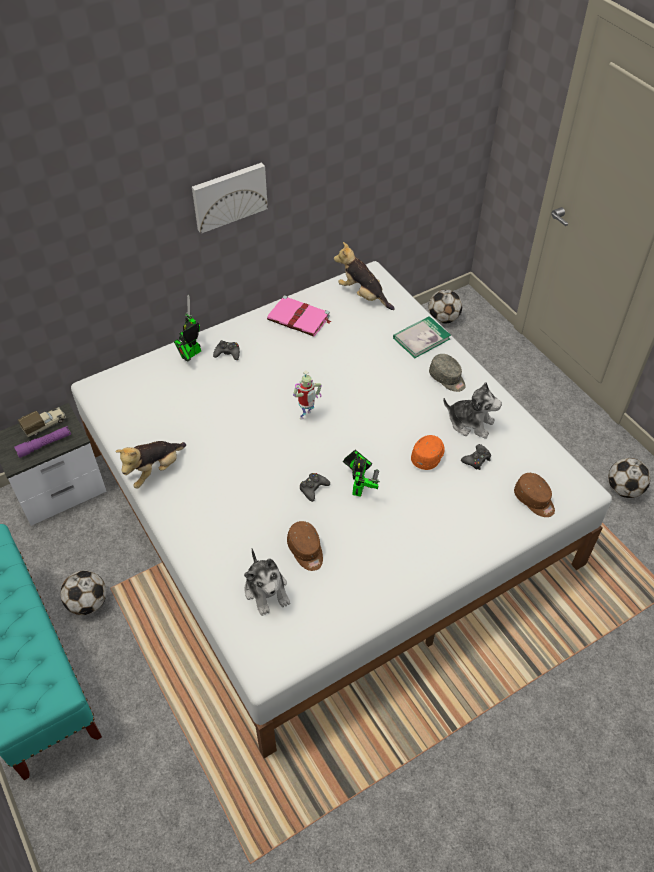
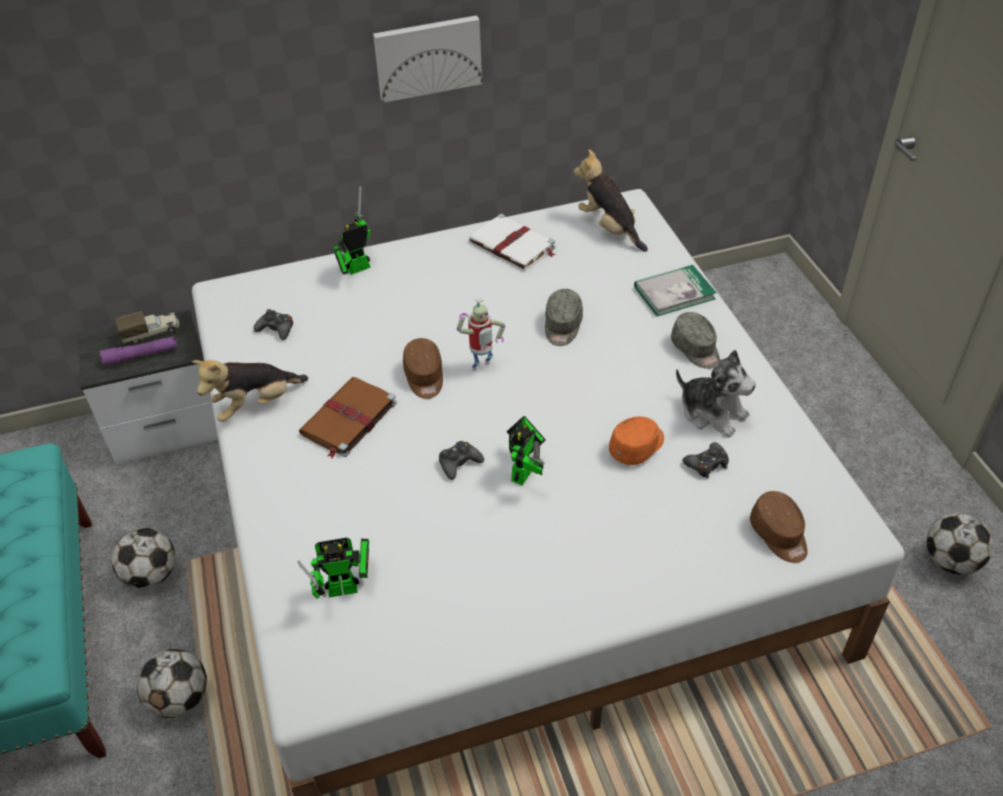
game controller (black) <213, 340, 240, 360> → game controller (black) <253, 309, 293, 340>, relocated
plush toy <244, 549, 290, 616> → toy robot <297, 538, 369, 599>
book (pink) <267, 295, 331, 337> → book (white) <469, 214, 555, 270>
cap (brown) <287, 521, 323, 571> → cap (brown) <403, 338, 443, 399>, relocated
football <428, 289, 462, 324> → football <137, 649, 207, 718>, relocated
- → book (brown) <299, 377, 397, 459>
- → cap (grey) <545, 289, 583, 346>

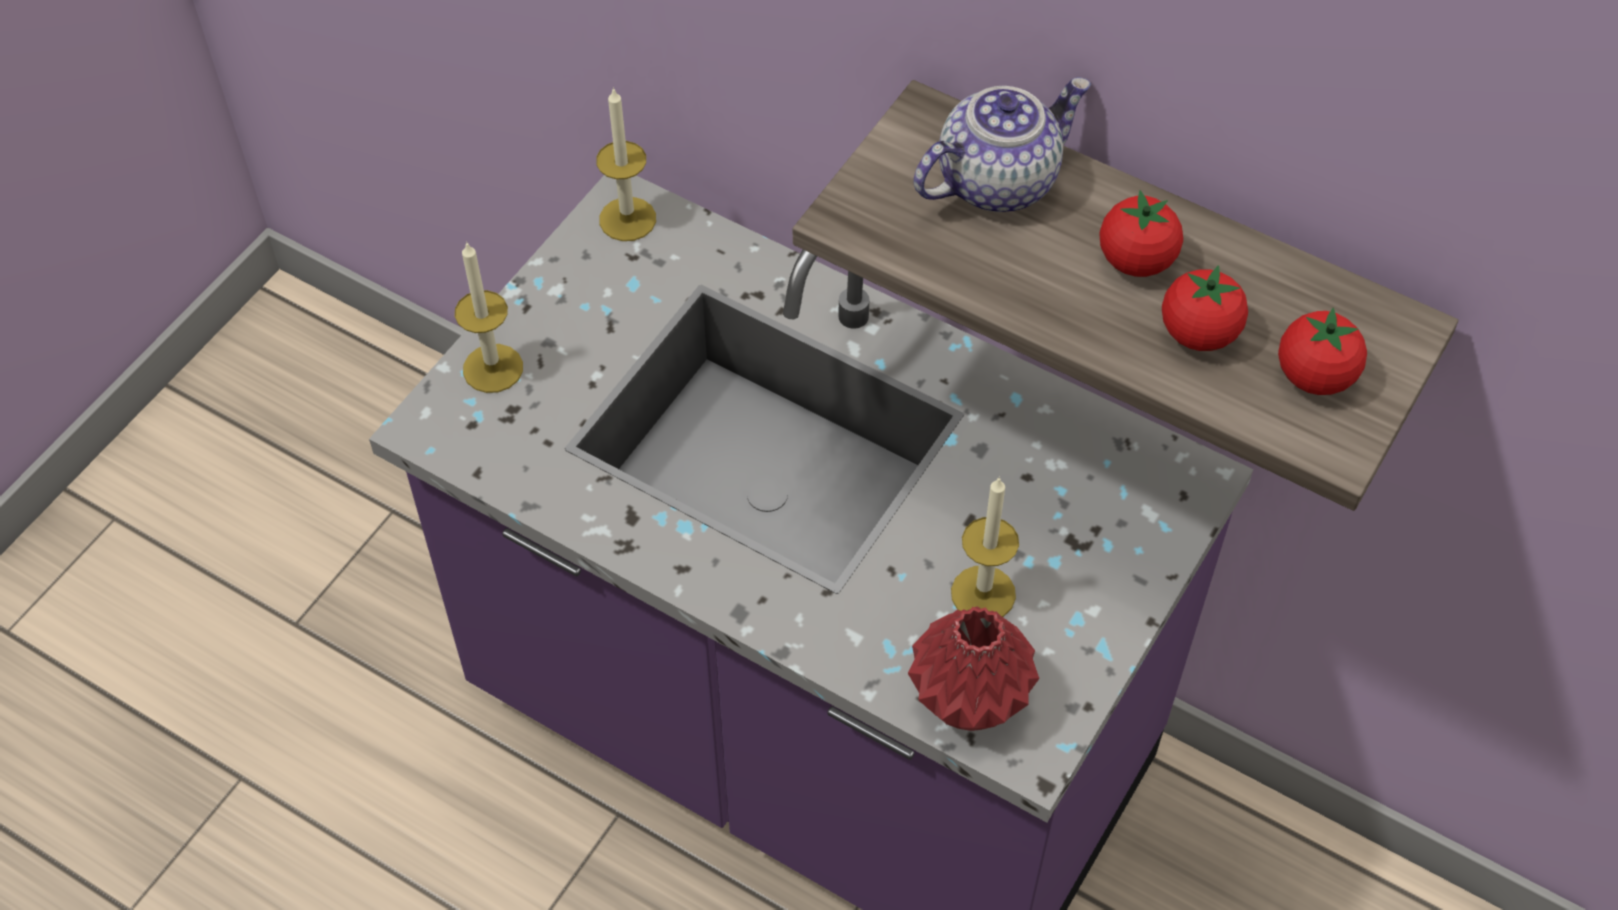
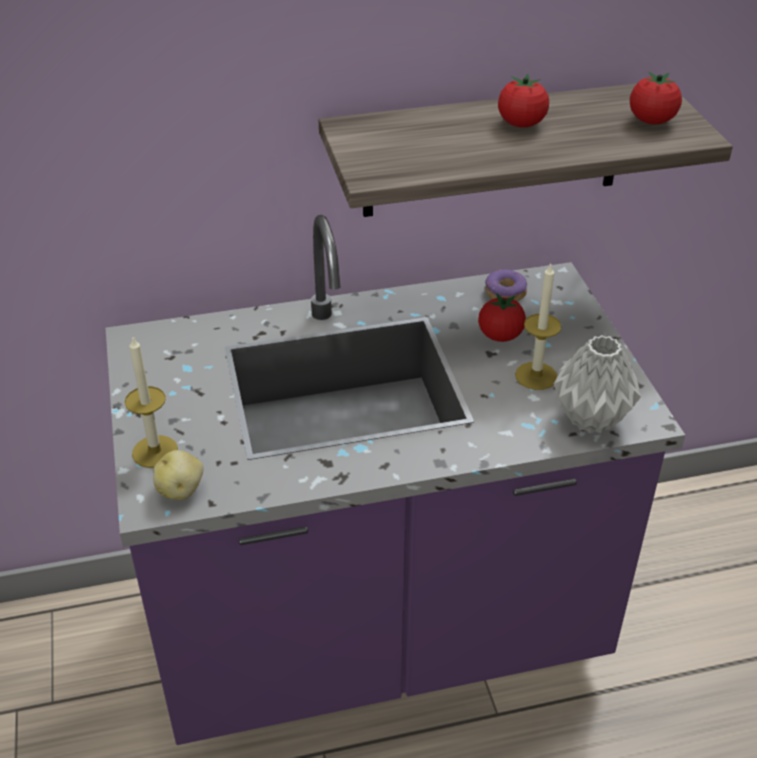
candle <596, 87, 656, 241> → -
vase (red) <908, 606, 1039, 731> → vase (grey) <554, 335, 641, 433>
teapot <913, 77, 1091, 212> → -
tomato <1162, 265, 1248, 351> → tomato <478, 294, 526, 342>, relocated
- → potato <153, 450, 204, 500>
- → donut <485, 269, 528, 301>

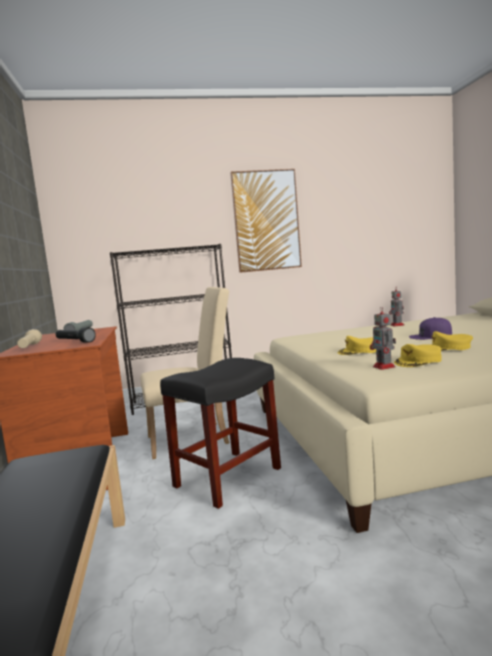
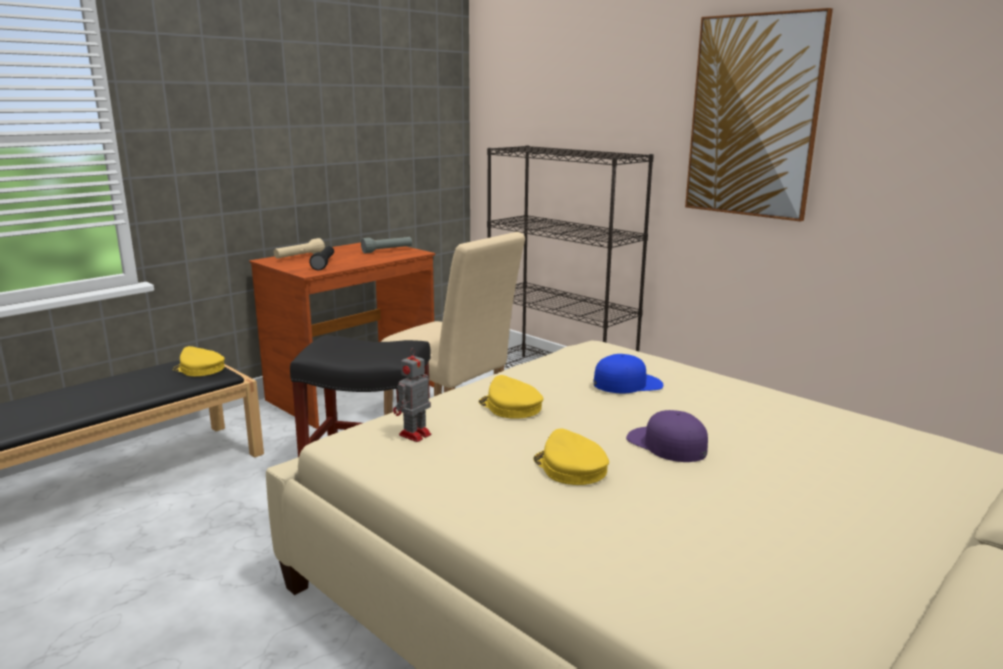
toy robot <389, 287, 404, 327> → -
cap (yellow) <394, 344, 442, 367> → cap (yellow) <173, 346, 225, 376>, relocated
- → cap (blue) <593, 354, 663, 394>

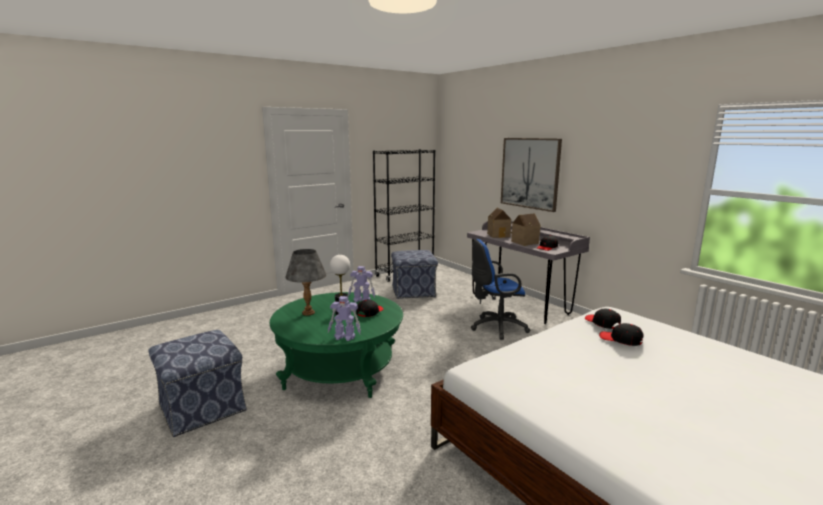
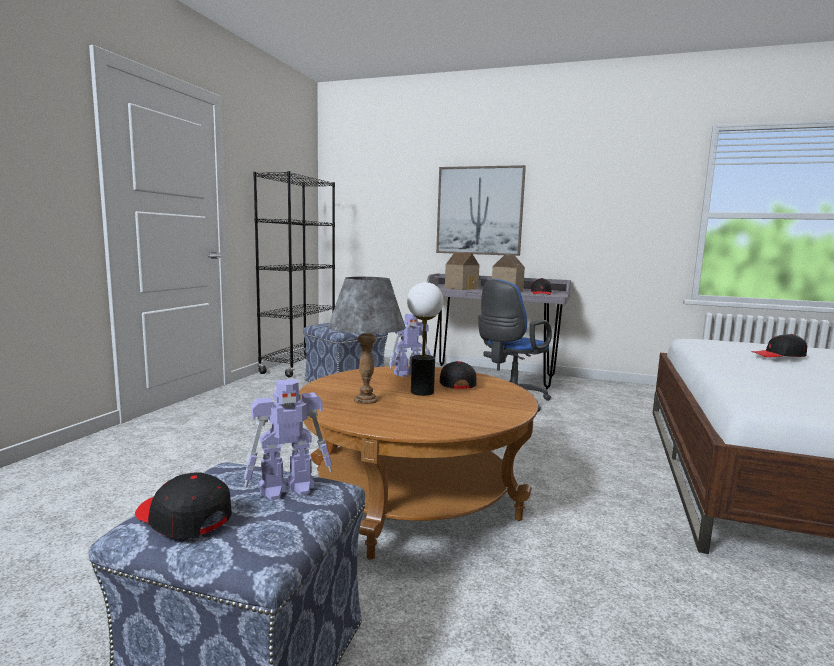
coffee table (green) <269, 292, 403, 398> → coffee table (brown) <299, 366, 538, 560>
toy robot <328, 296, 361, 341> → toy robot <244, 379, 332, 500>, relocated
cap (black) <585, 309, 621, 329> → cap (black) <135, 473, 232, 538>, relocated

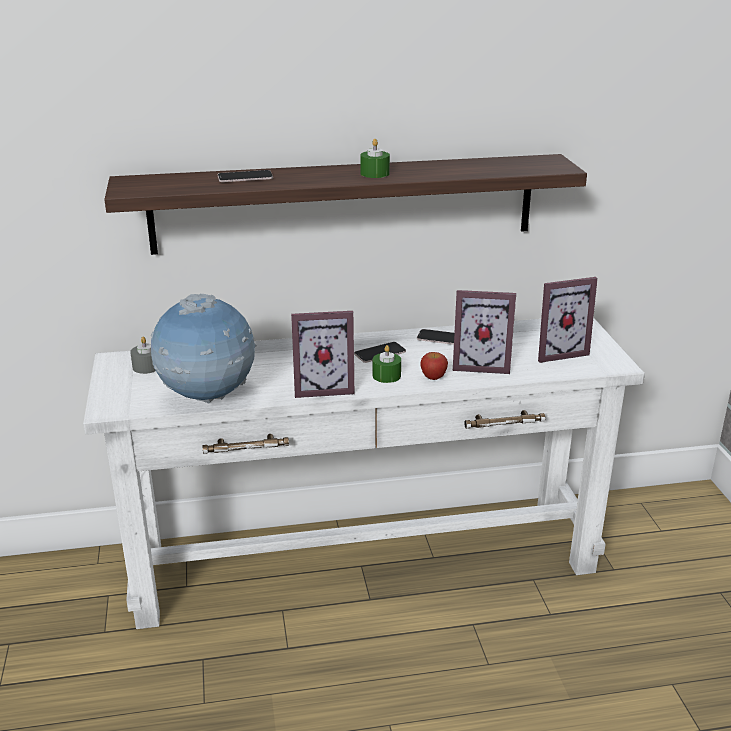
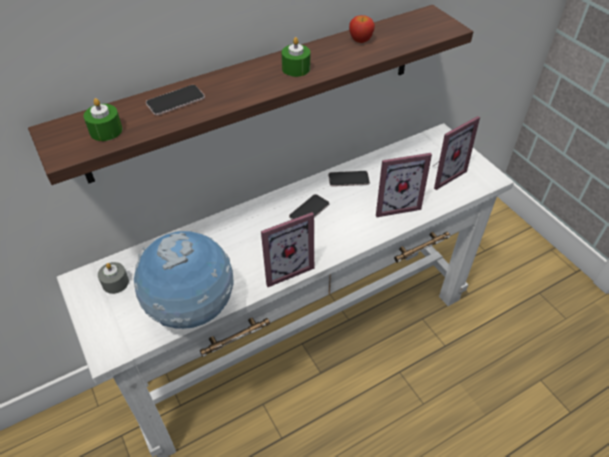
candle (green) <373, 345, 401, 383> → candle (green) <83, 98, 122, 141>, relocated
apple <420, 352, 448, 380> → apple <349, 15, 375, 43>, relocated

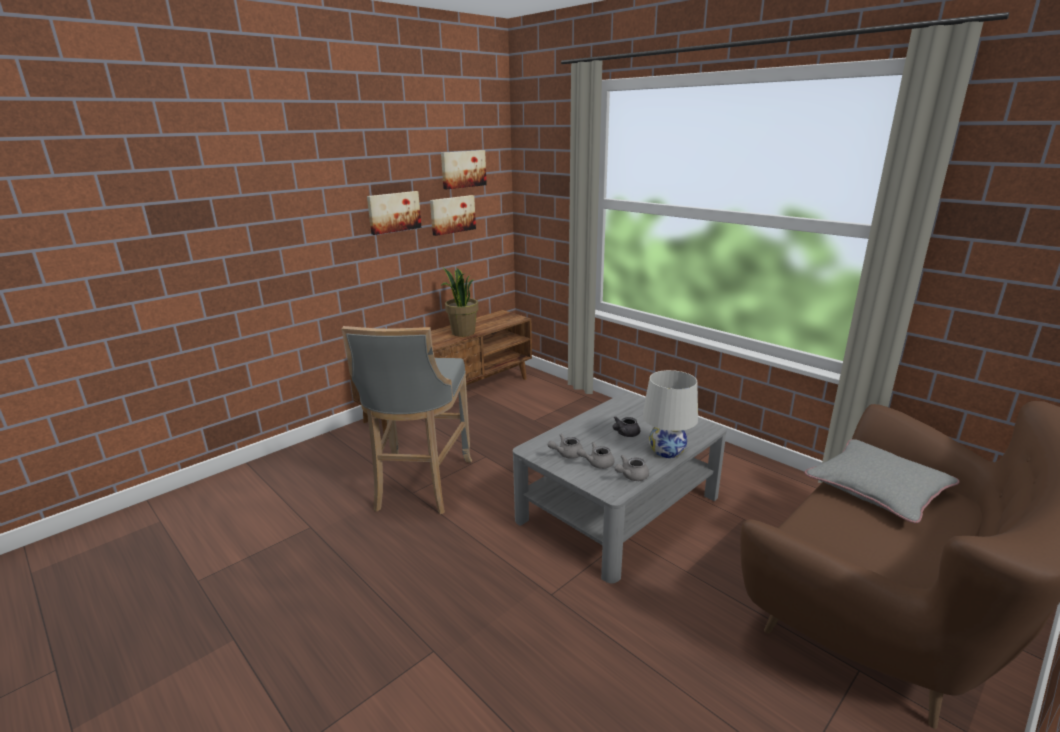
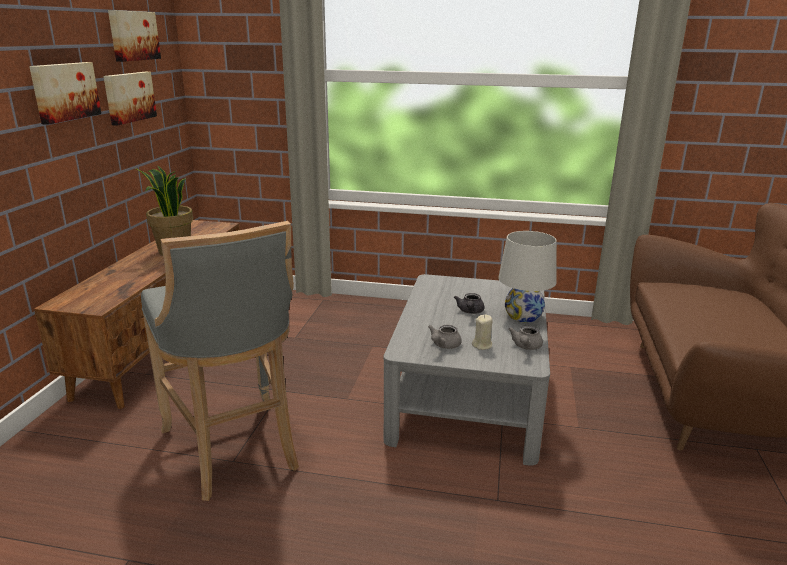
teapot (grey) <577, 442, 614, 469> → candle (beige) <472, 315, 492, 350>
pillow (grey) <804, 439, 960, 523> → -

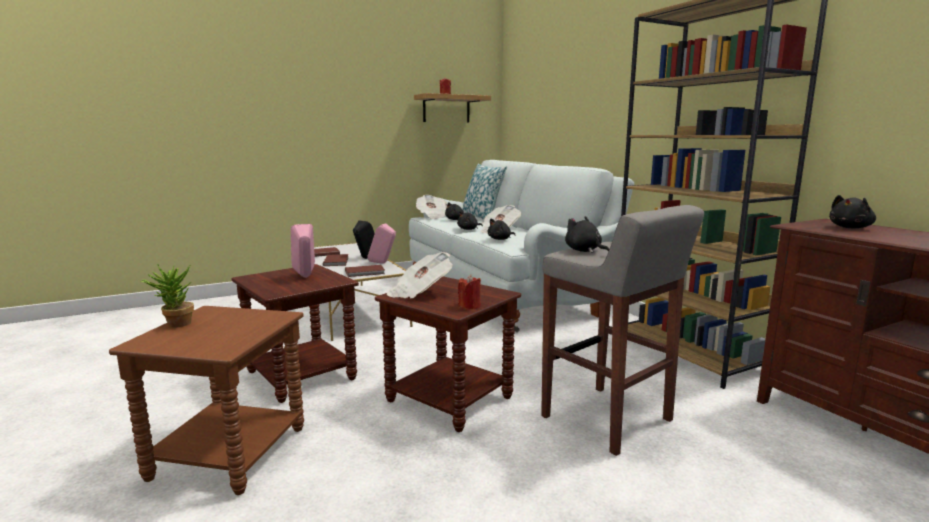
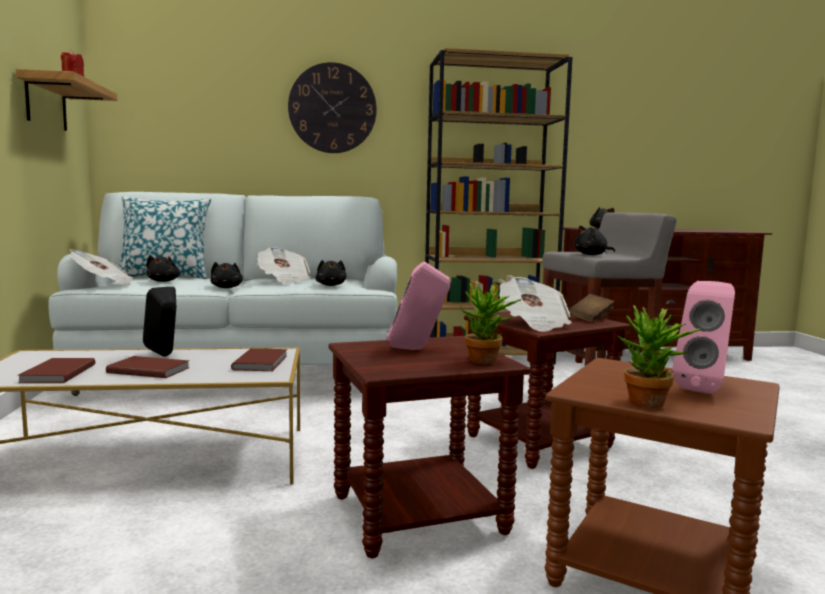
speaker (pink) <367, 223, 396, 263> → speaker (pink) <672, 281, 735, 394>, relocated
candle (red) <458, 275, 481, 309> → book (brown) <569, 294, 615, 323>
- → wall clock <288, 62, 377, 153>
- → potted plant <459, 283, 522, 364>

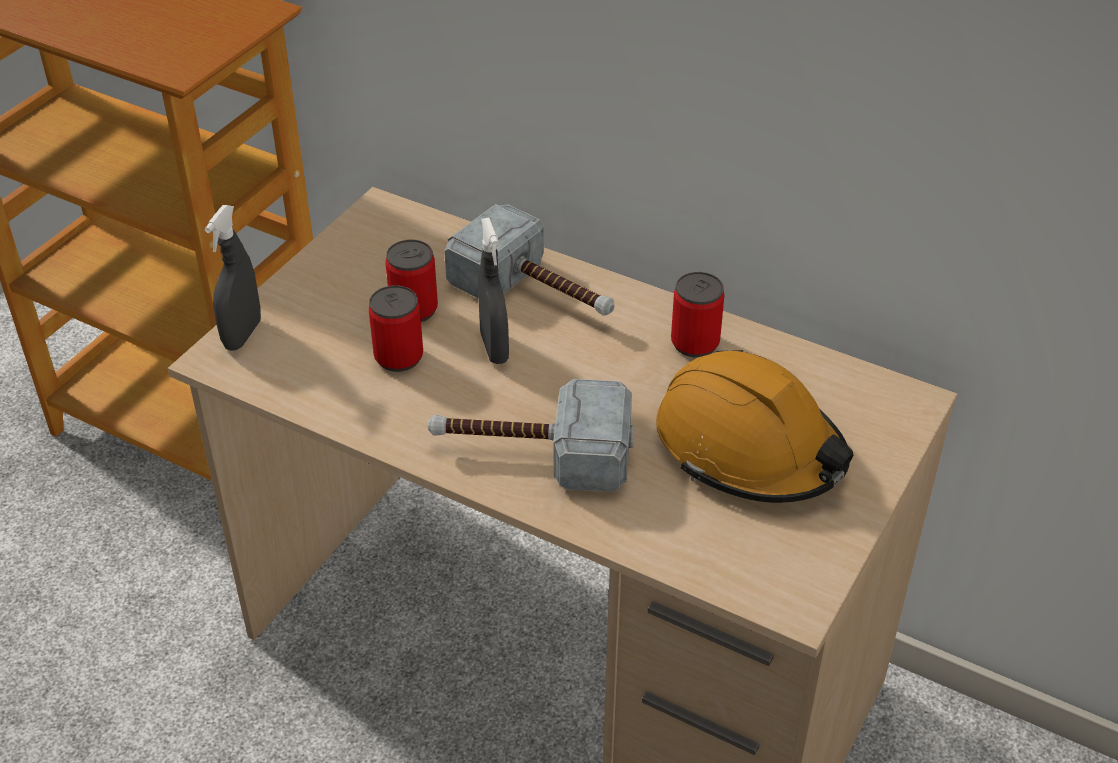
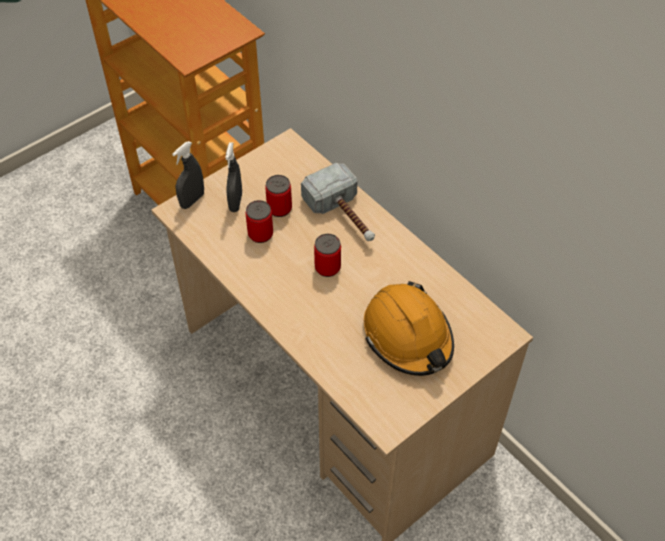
hammer <428, 379, 634, 492> → -
spray bottle (grey) <478, 217, 509, 364> → spray bottle (grey) <225, 142, 242, 212>, relocated
can <671, 272, 725, 357> → can <314, 234, 341, 277>, relocated

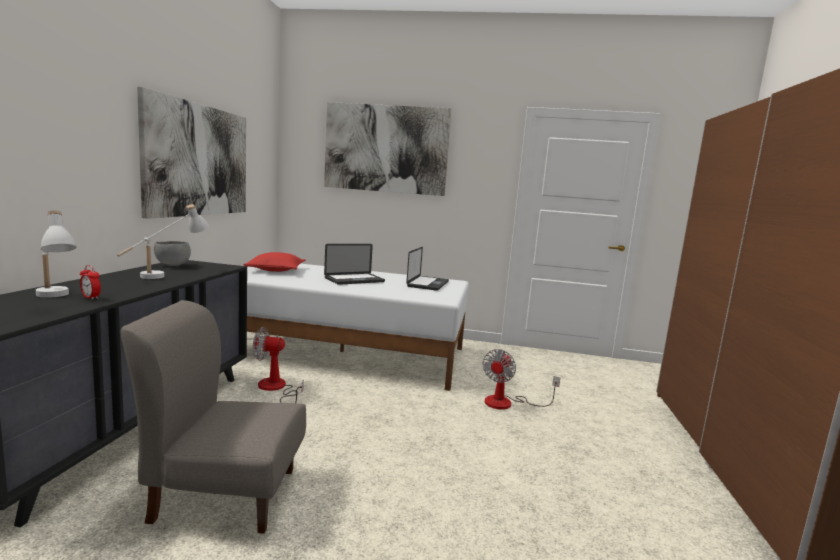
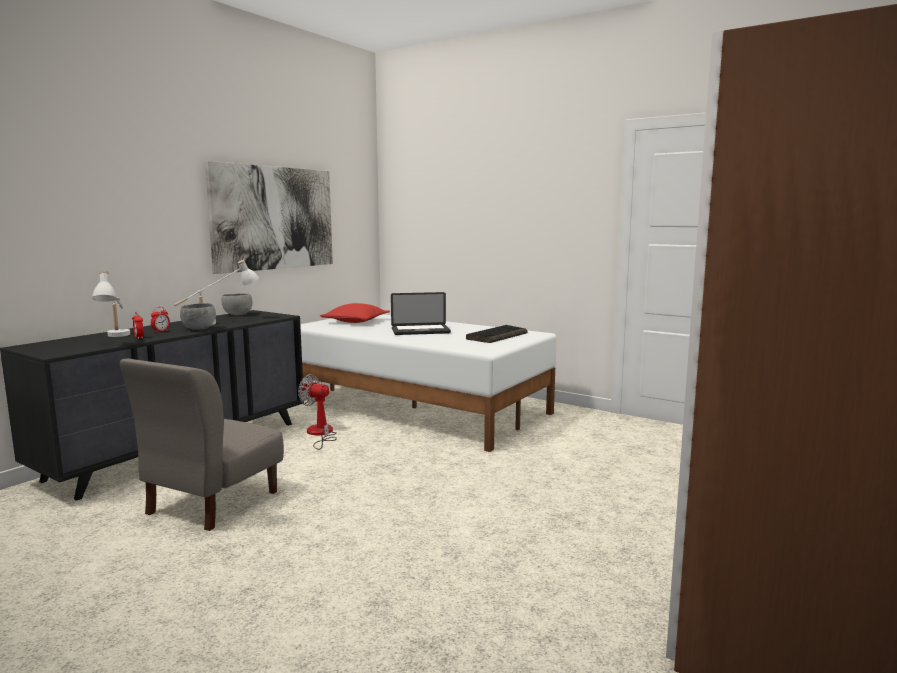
chair (grey) <120, 300, 306, 534> → chair (grey) <120, 359, 284, 531>, 90 degrees counterclockwise
picture <324, 102, 452, 196> → -
laptop <406, 247, 449, 291> → keyboard <466, 325, 528, 343>
fan <482, 349, 560, 410> → -
- → alarm clock <151, 307, 170, 333>
- → bowl (grey) <180, 303, 216, 330>

